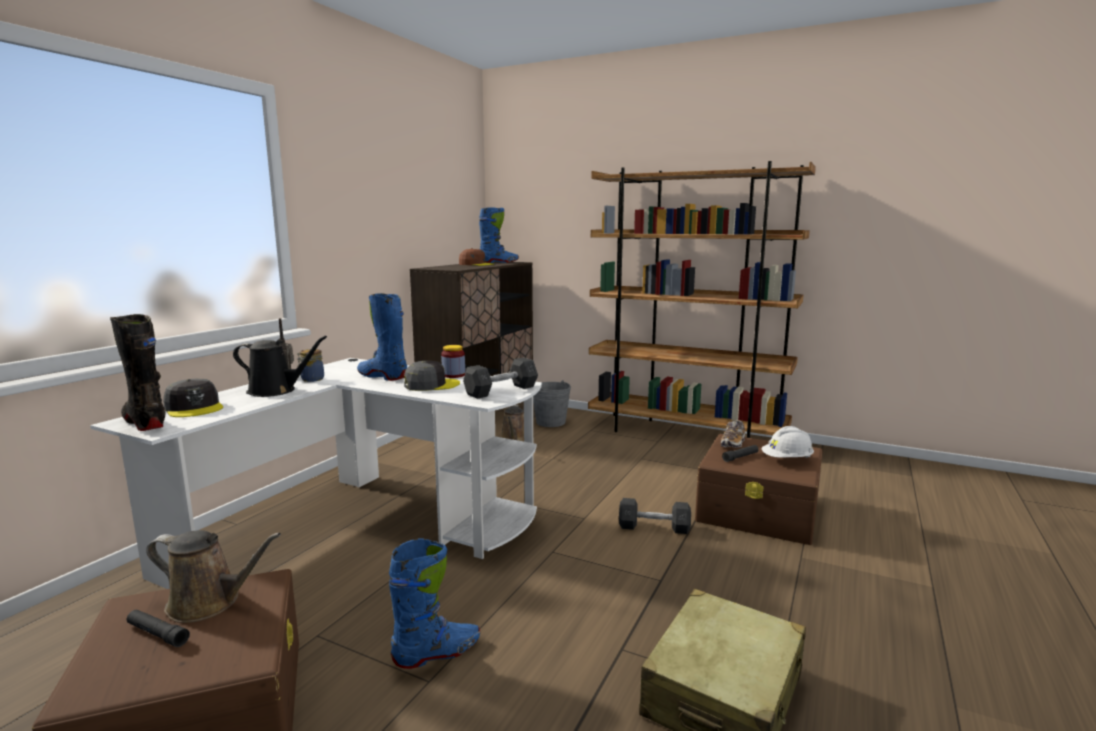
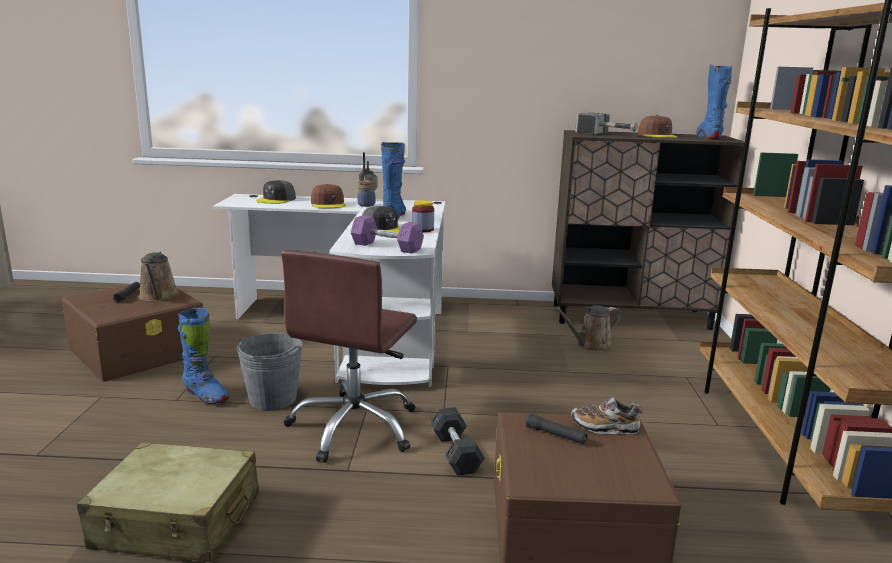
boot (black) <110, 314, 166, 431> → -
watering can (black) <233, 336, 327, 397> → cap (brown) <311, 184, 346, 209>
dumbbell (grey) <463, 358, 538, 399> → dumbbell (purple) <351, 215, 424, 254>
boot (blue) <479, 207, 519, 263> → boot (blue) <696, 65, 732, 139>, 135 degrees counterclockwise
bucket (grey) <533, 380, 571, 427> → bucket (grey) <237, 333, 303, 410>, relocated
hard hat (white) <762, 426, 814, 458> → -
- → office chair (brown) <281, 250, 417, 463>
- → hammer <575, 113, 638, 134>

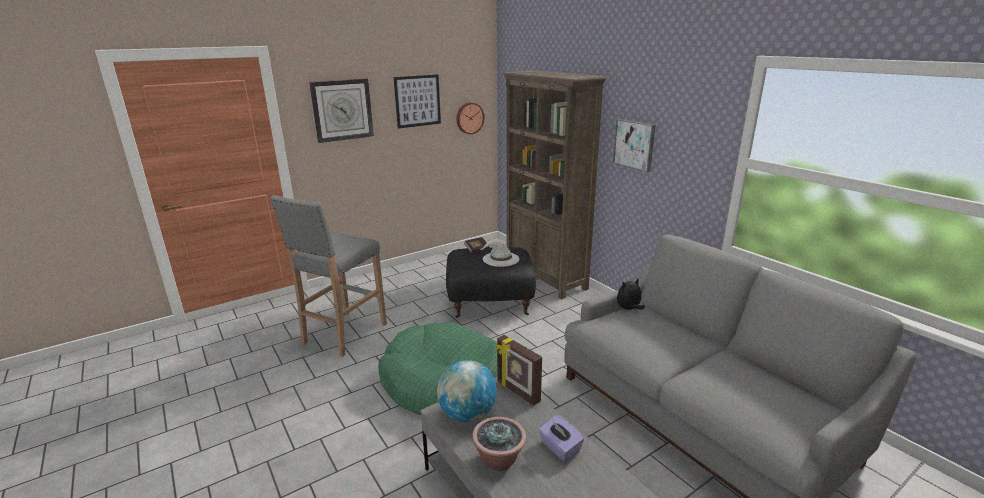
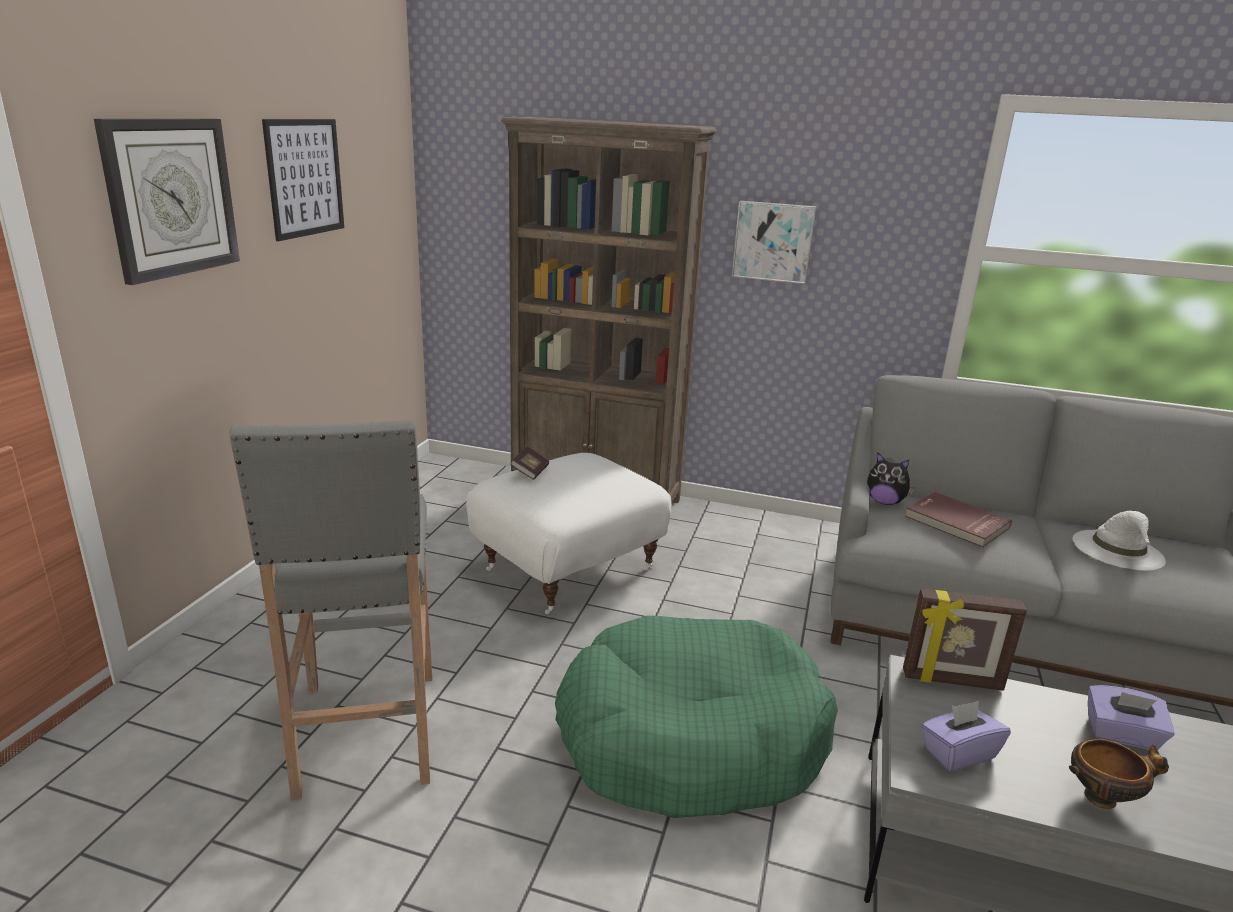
globe <437, 360, 497, 422> → tissue box (purple) <922, 701, 1011, 771>
ottoman (black) <446, 247, 536, 318> → ottoman (white) <466, 453, 672, 614>
wall clock <456, 102, 485, 134> → -
potted plant <472, 417, 526, 471> → bowl <1069, 739, 1169, 809>
hat (white) <479, 240, 520, 267> → hat (white) <1073, 511, 1166, 571>, relocated
plush toy <617, 279, 645, 310> → plush toy <867, 453, 915, 505>, 90 degrees counterclockwise
- → book (red) <905, 492, 1012, 548>

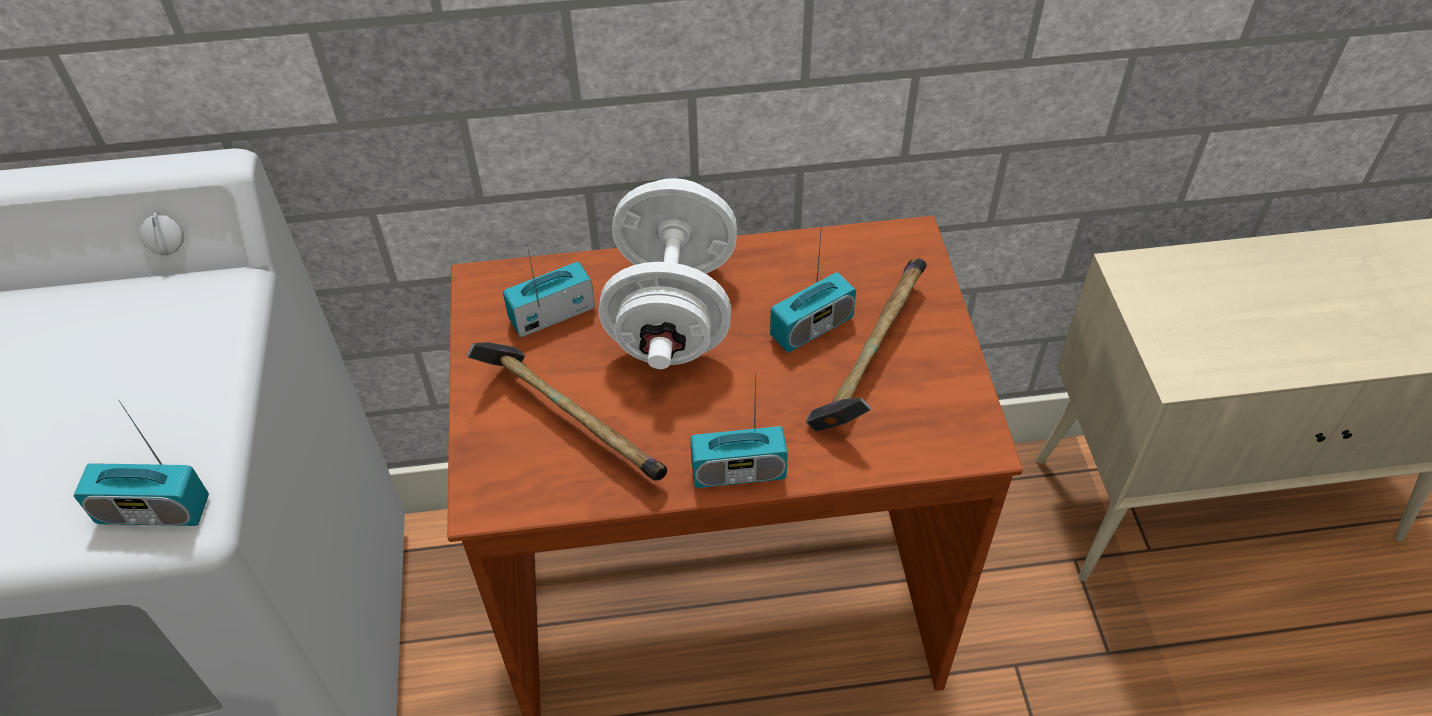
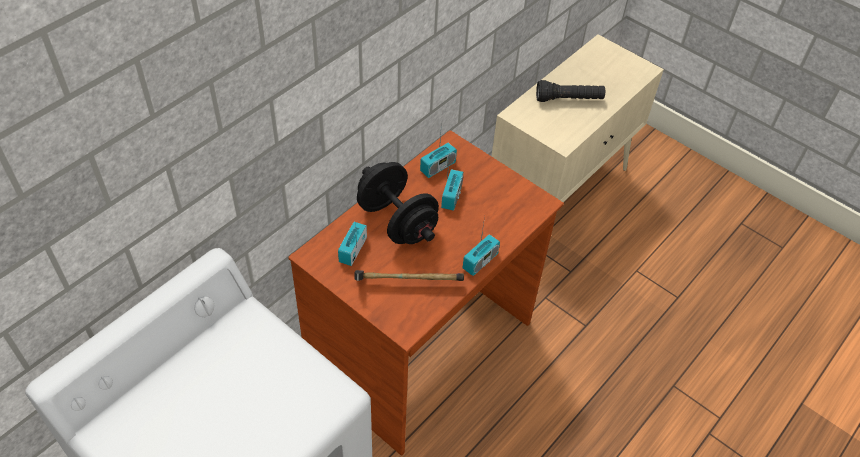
radio <73, 400, 209, 526> → radio <420, 121, 457, 178>, relocated
dumbbell (white) <598, 178, 737, 369> → dumbbell (black) <357, 162, 439, 244>
hammer <806, 259, 927, 432> → -
- → flashlight (black) <536, 80, 605, 102>

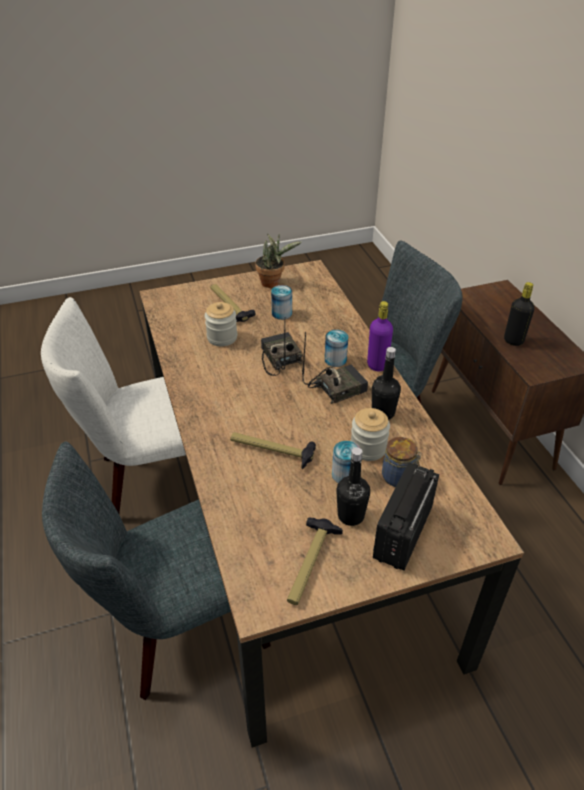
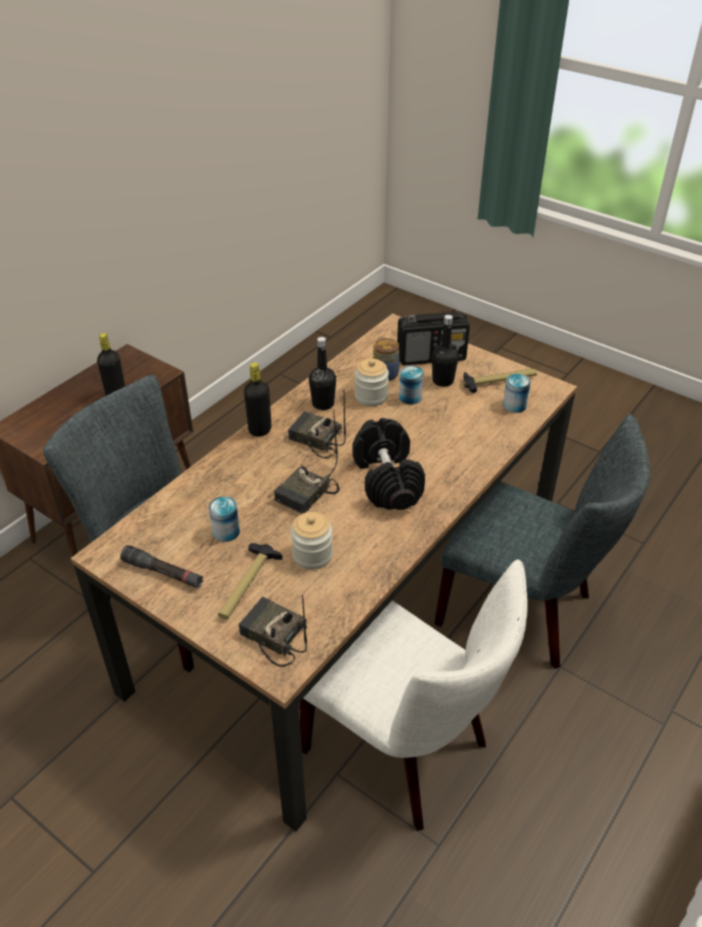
hammer <230, 432, 316, 469> → -
potted plant <255, 233, 302, 288> → flashlight (black) <120, 545, 203, 588>
can <325, 330, 348, 367> → can <503, 374, 531, 413>, relocated
bottle (purple) <367, 301, 393, 371> → bottle (black) <244, 362, 271, 436>
- → radio <239, 595, 307, 667>
- → dumbbell (black) <352, 418, 425, 510>

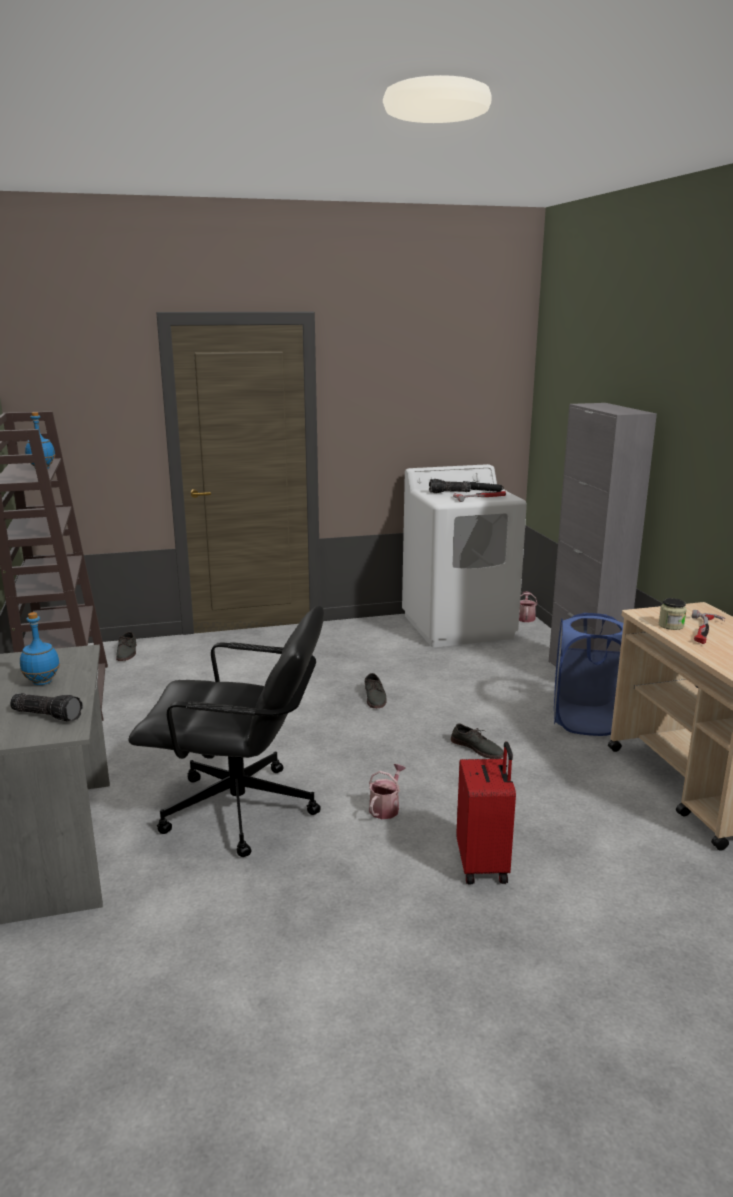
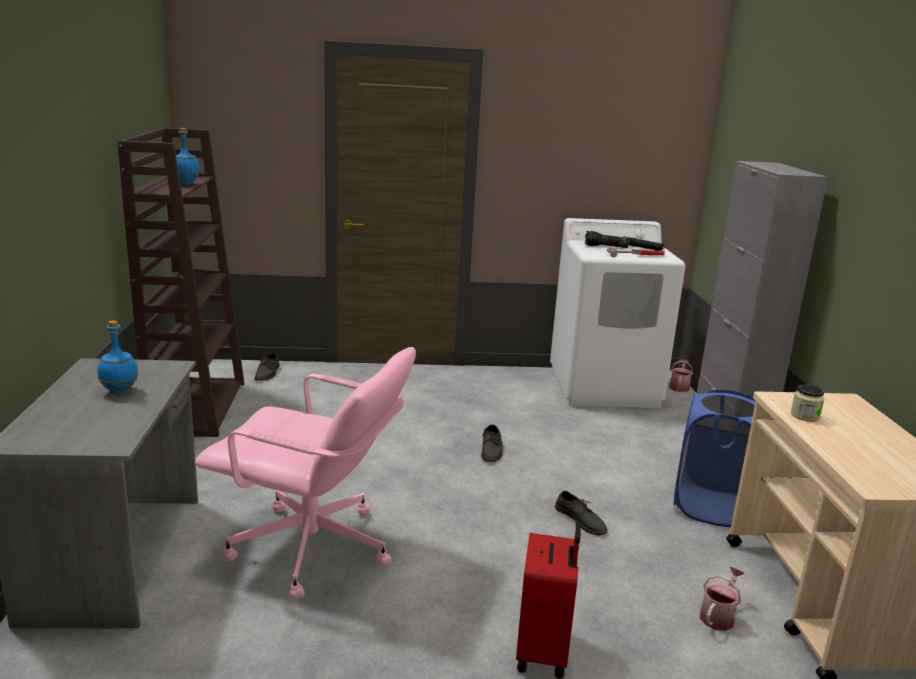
flashlight <10, 693, 83, 721> → -
office chair (black) <128, 605, 324, 857> → office chair (pink) <195, 347, 416, 599>
watering can <369, 764, 406, 819> → watering can <700, 567, 745, 631>, relocated
hammer <692, 610, 725, 644> → -

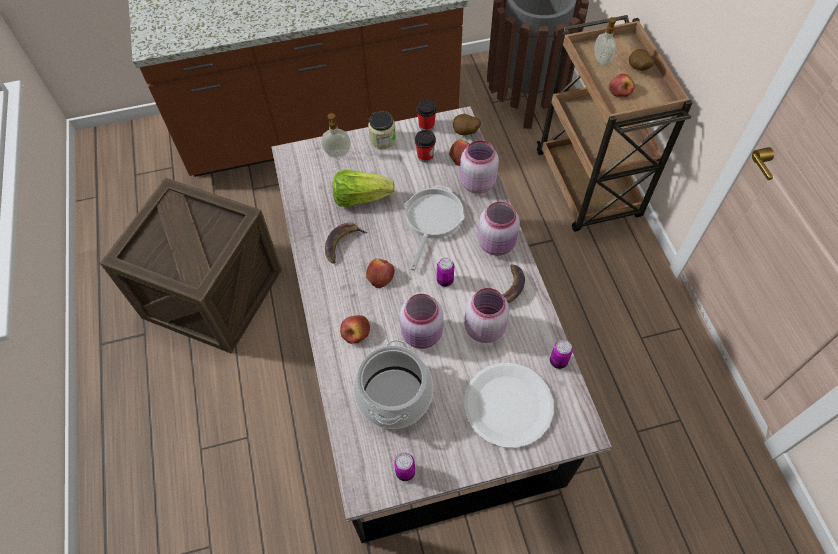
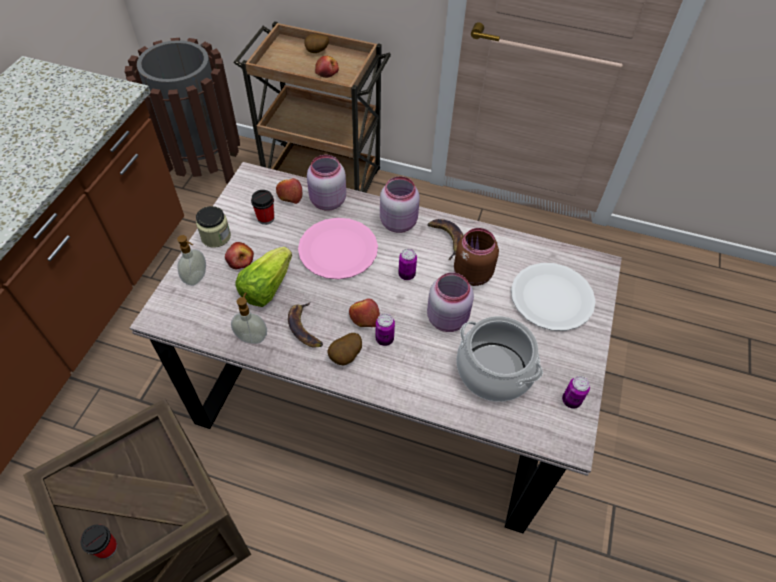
apple <340, 315, 370, 344> → apple <225, 242, 254, 269>, relocated
frying pan <404, 185, 465, 271> → plate (pink) <298, 218, 378, 279>
cup <416, 99, 437, 131> → cup <80, 524, 118, 559>, relocated
potato <453, 114, 481, 135> → potato <328, 333, 362, 365>, relocated
jar (pink) <464, 288, 509, 343> → jar (brown) <454, 228, 499, 286>
can <550, 340, 573, 369> → can <376, 314, 395, 346>, relocated
soap dispenser <594, 17, 621, 66> → soap dispenser <231, 292, 267, 344>, relocated

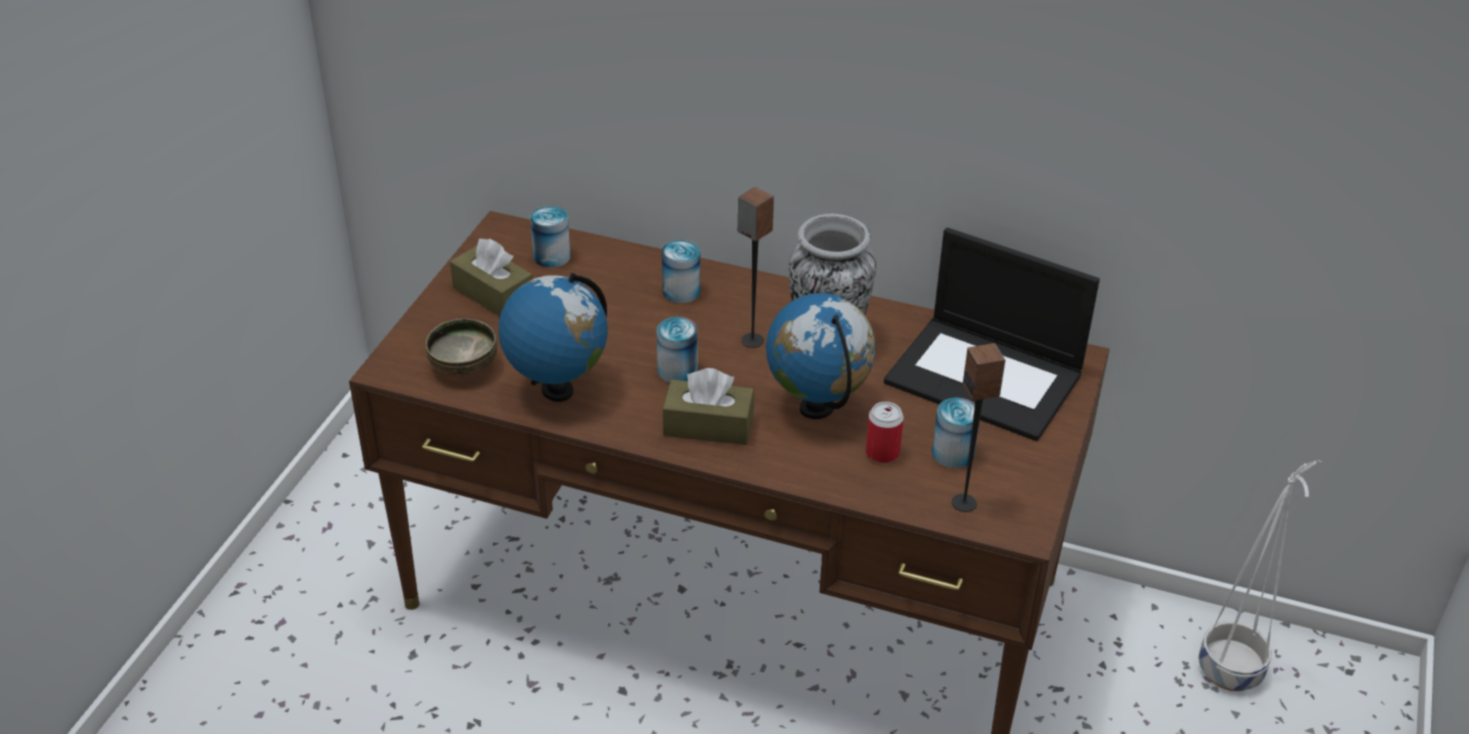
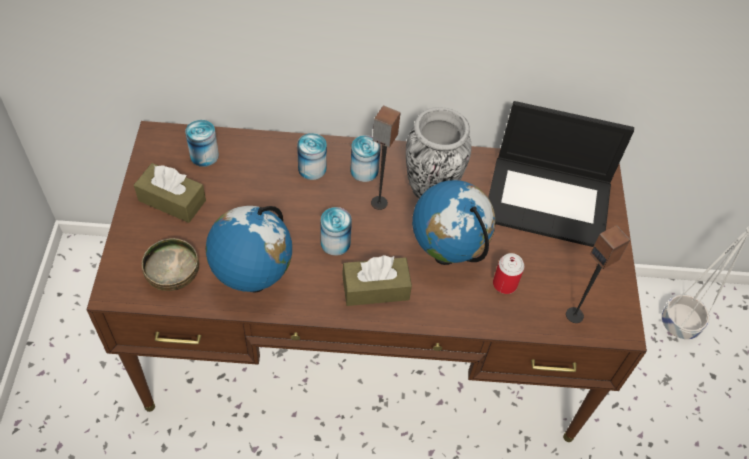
can <932, 398, 980, 469> → can <350, 135, 381, 182>, relocated

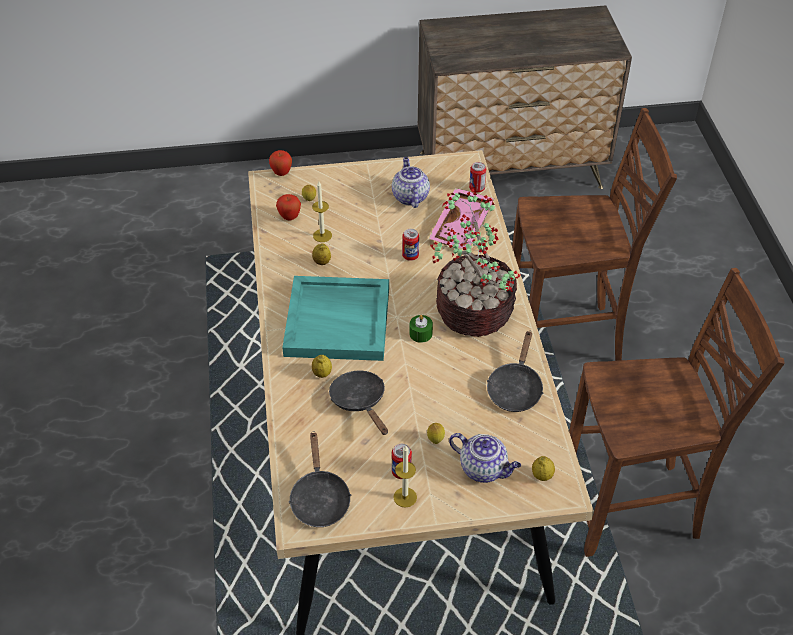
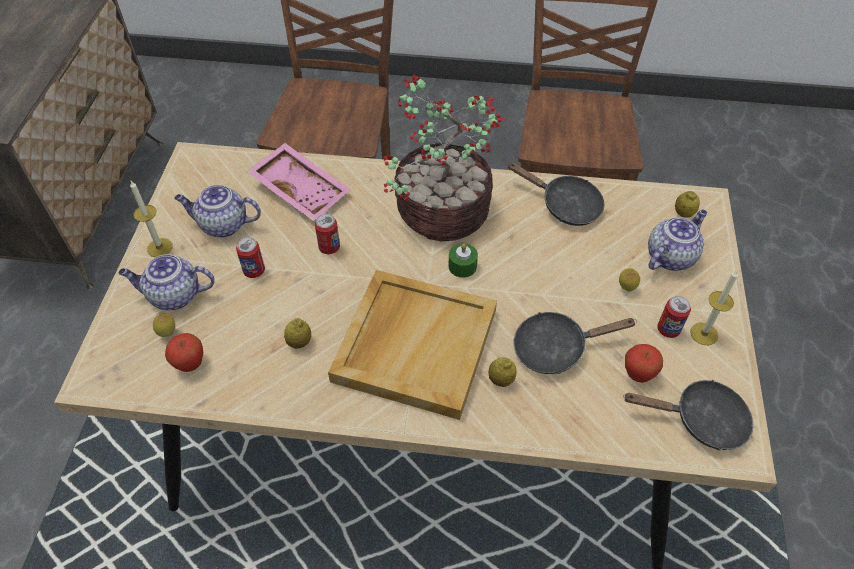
apple <269, 150, 292, 176> → apple <625, 344, 663, 383>, relocated
tray (turquoise) <282, 276, 389, 361> → tray (beige) <328, 270, 497, 420>
candle <312, 181, 332, 242> → candle <130, 181, 173, 257>, relocated
can <469, 162, 486, 193> → can <236, 237, 265, 278>, relocated
- → teapot <118, 254, 215, 310>

